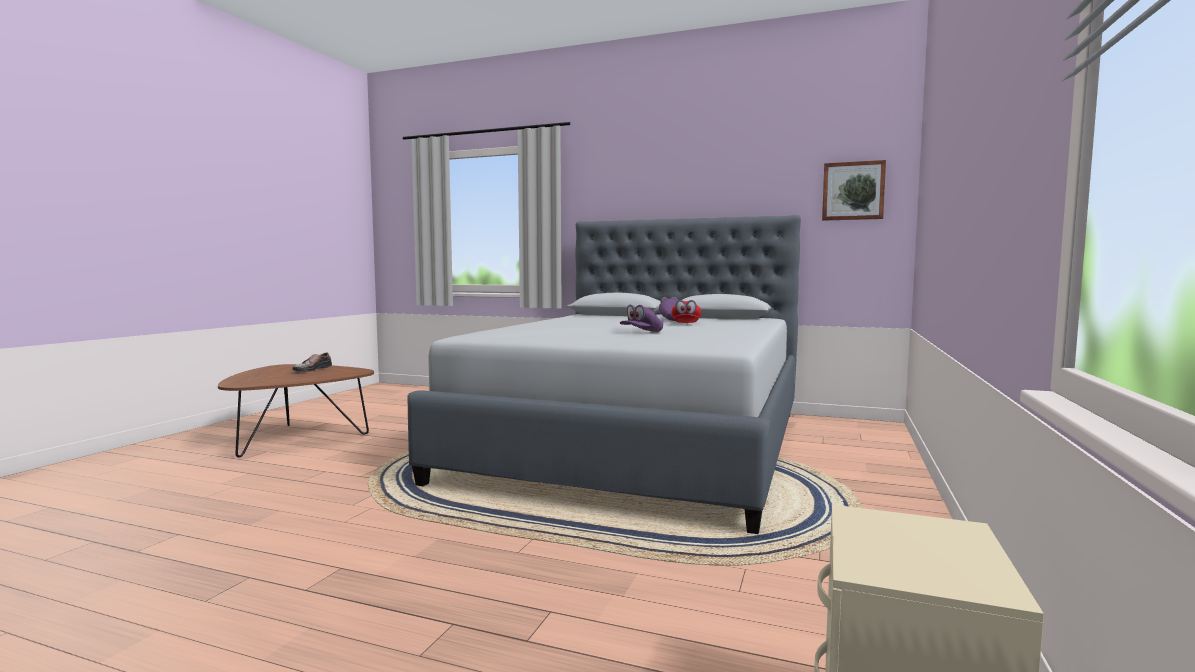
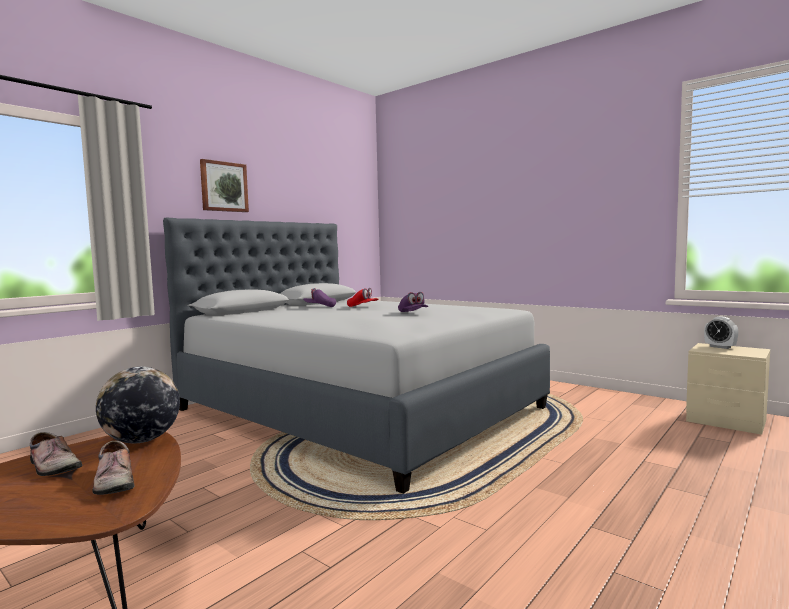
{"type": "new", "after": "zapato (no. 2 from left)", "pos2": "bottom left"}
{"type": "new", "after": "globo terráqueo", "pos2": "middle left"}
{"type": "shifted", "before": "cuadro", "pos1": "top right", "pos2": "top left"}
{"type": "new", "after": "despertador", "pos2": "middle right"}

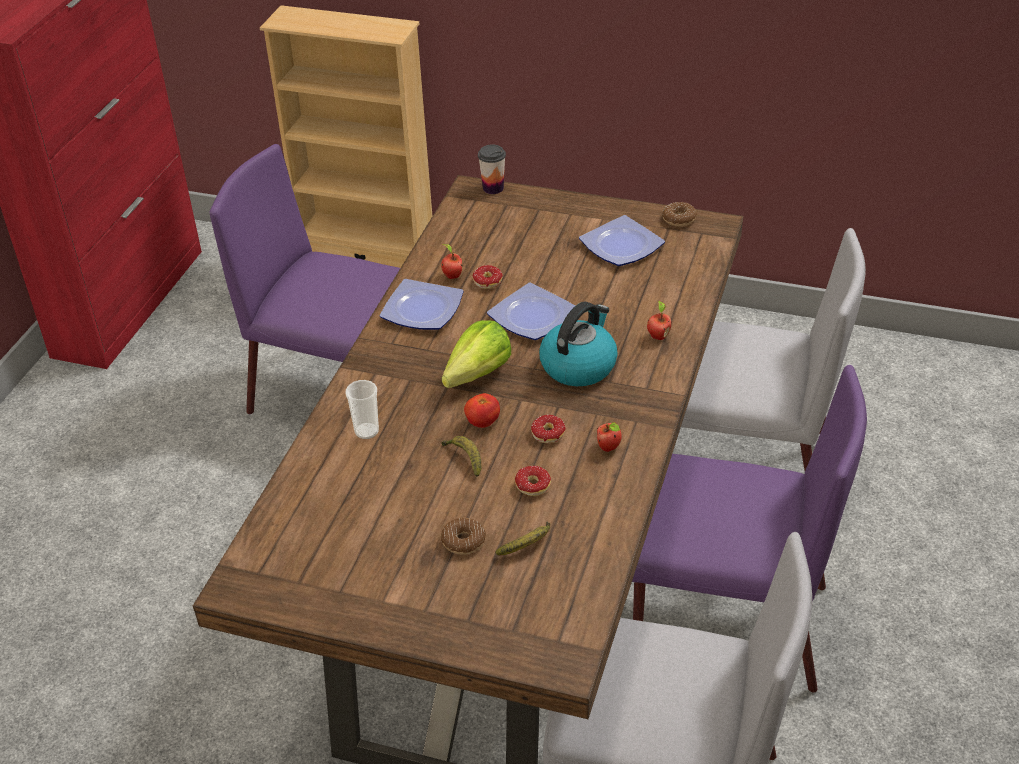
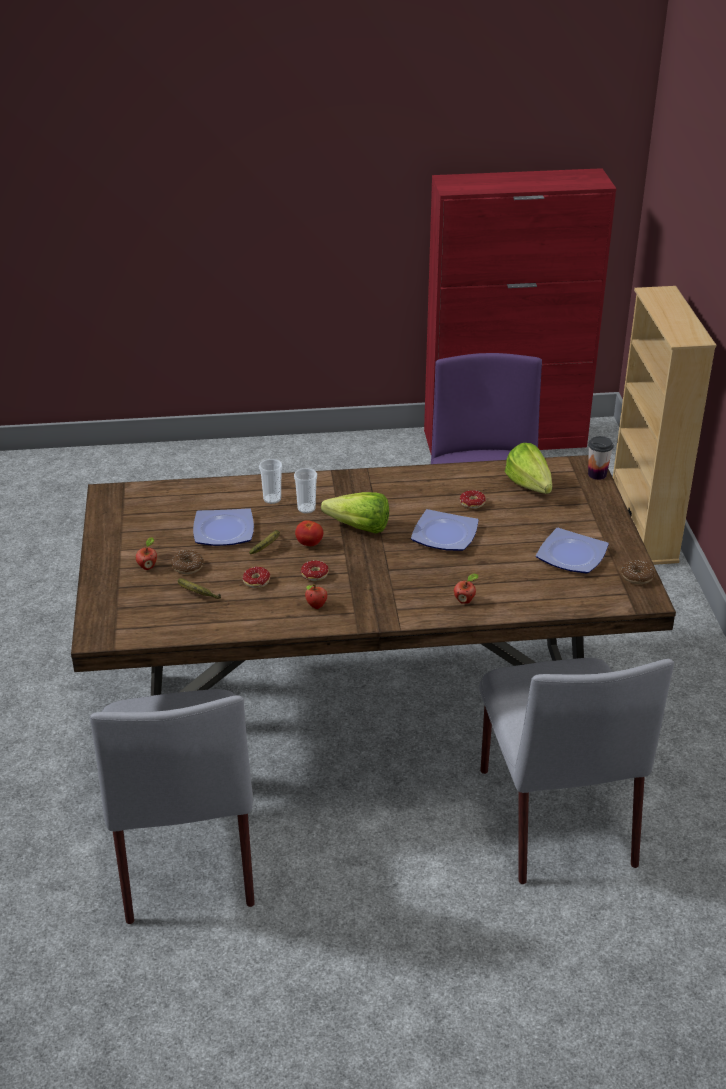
{"type": "shifted", "before": "manzana (no. 1 from left)", "pos1": "centre", "pos2": "middle left"}
{"type": "shifted", "before": "plato (no. 1 from left)", "pos1": "centre", "pos2": "middle left"}
{"type": "new", "after": "taza (no. 2 from left)", "pos2": "centre"}
{"type": "new", "after": "lechuga (no. 2 from left)", "pos2": "middle right"}
{"type": "gone", "before": "hervidor", "pos1": "centre"}
{"type": "gone", "before": "silla/morado (no. 2 from left)", "pos1": "bottom right"}

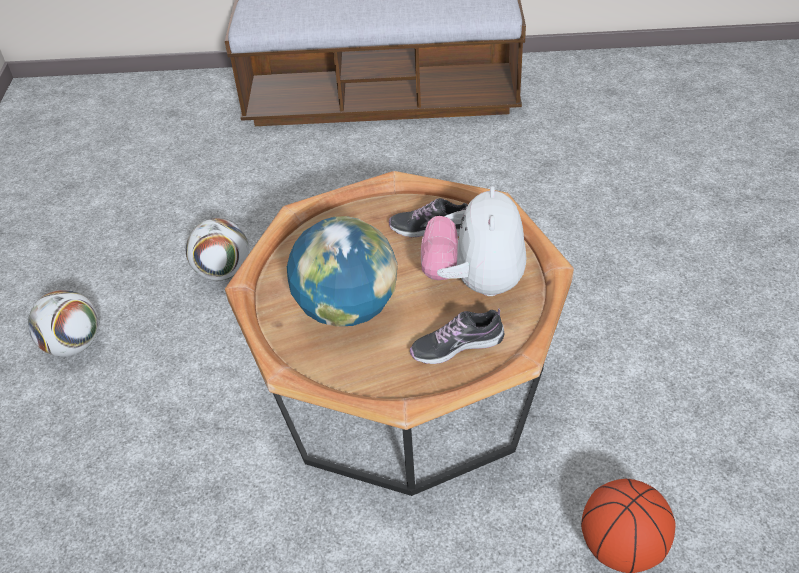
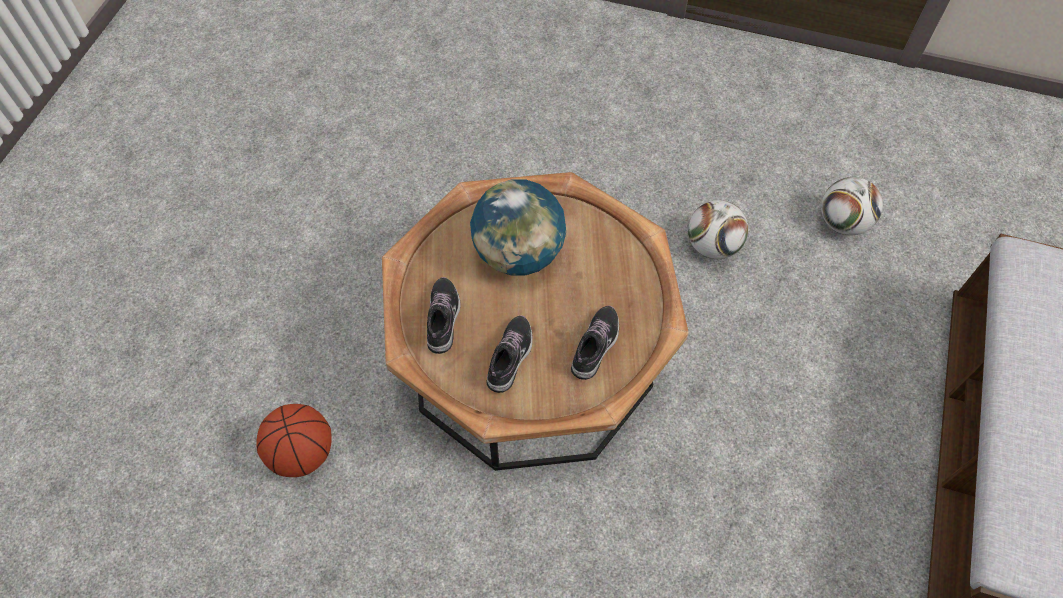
{"type": "swapped", "before": "peluche", "after": "zapato (no. 2 from left)", "pos1": "centre", "pos2": "centre"}
{"type": "shifted", "before": "balón de fútbol (no. 1 from left in the first image)", "after": "balón de fútbol (no. 2 from left)", "pos1": "middle left", "pos2": "middle right"}

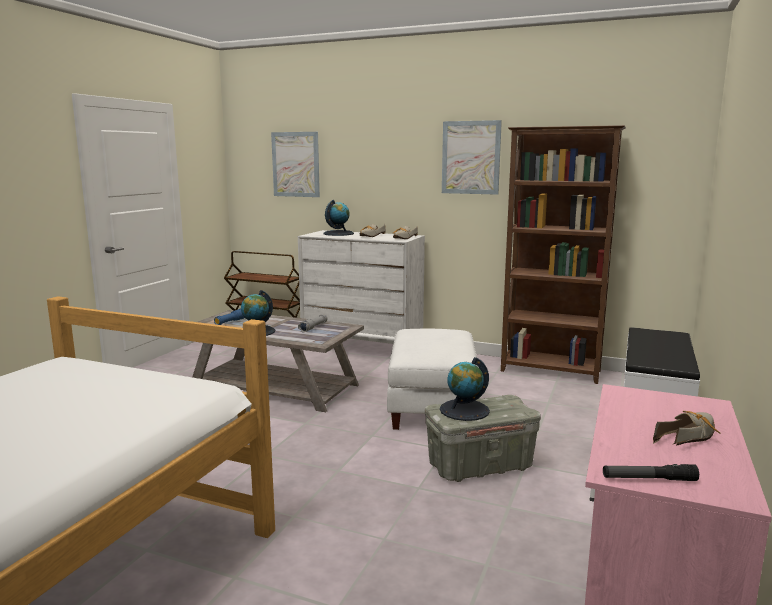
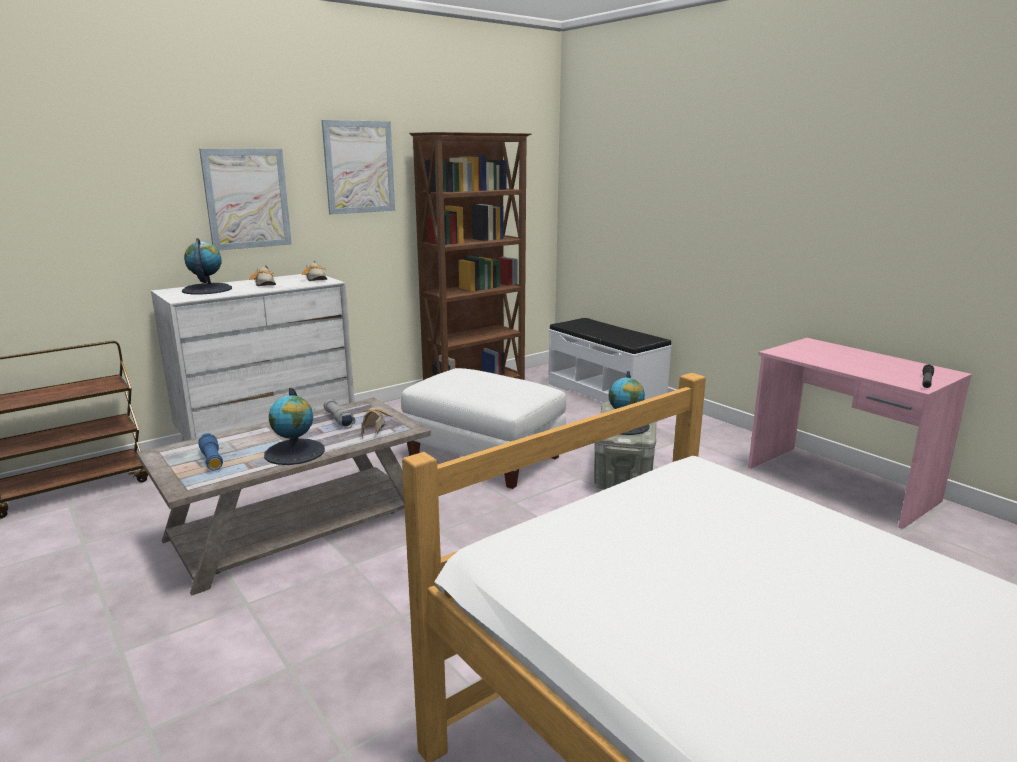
{"type": "shifted", "before": "cuadro (no. 1 from left)", "pos1": "top centre", "pos2": "top left"}
{"type": "shifted", "before": "zapato (no. 3 from left)", "pos1": "bottom right", "pos2": "centre"}

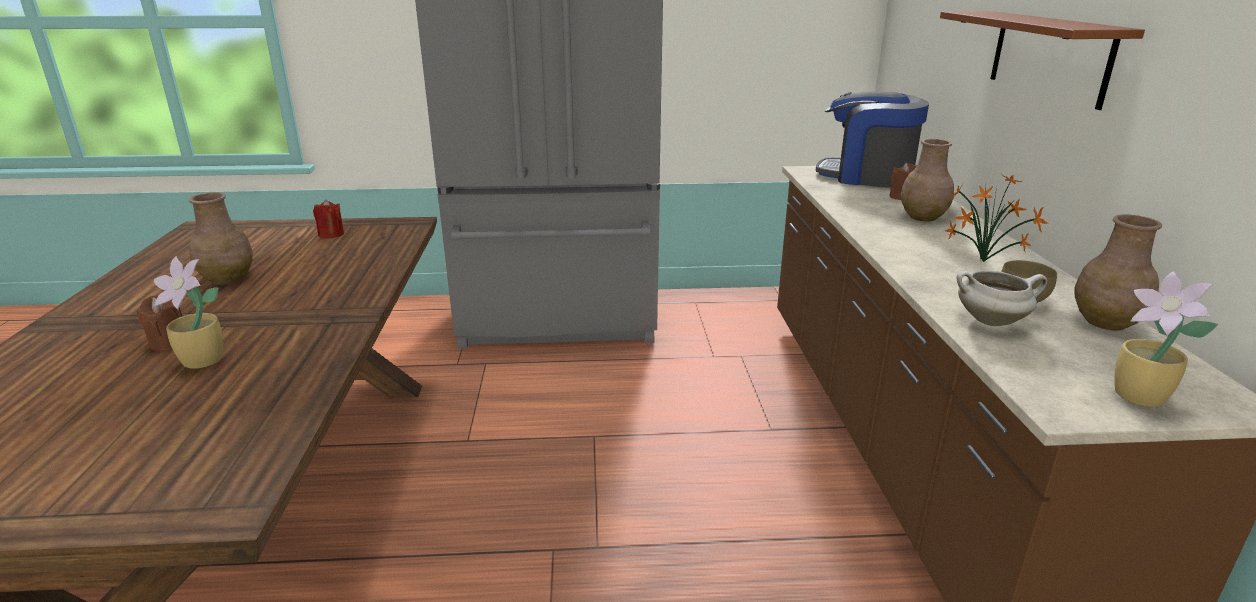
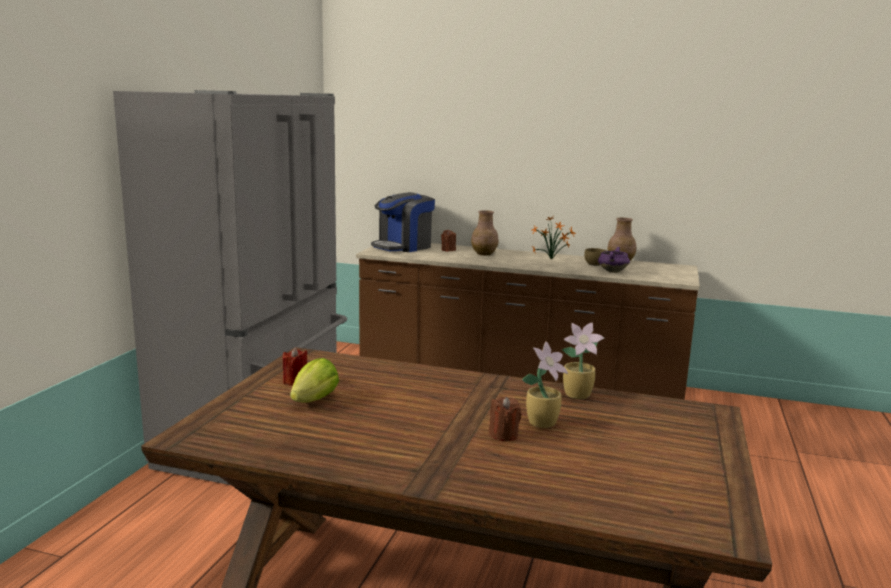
{"type": "new", "after": "lechuga", "pos2": "centre"}
{"type": "shifted", "before": "planta en maceta (no. 3 from left)", "pos1": "middle right", "pos2": "centre"}
{"type": "repainted", "before": "olla/blanco", "after": "olla/morado", "pos1": "middle right", "pos2": "middle right"}
{"type": "gone", "before": "florero/marrón (no. 1 from left)", "pos1": "middle left"}
{"type": "gone", "before": "estante/marrón", "pos1": "top right"}

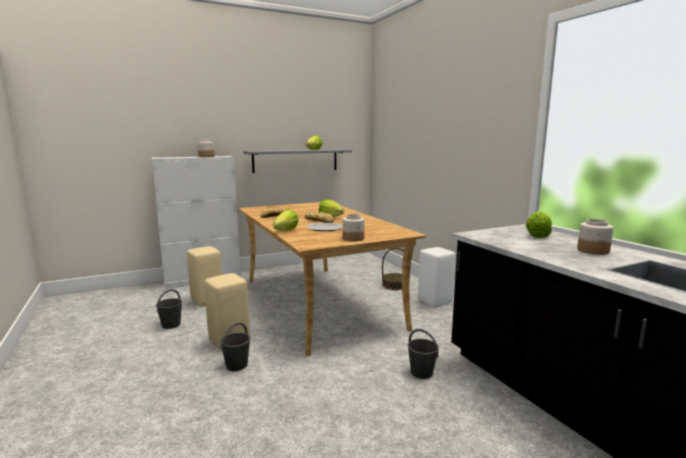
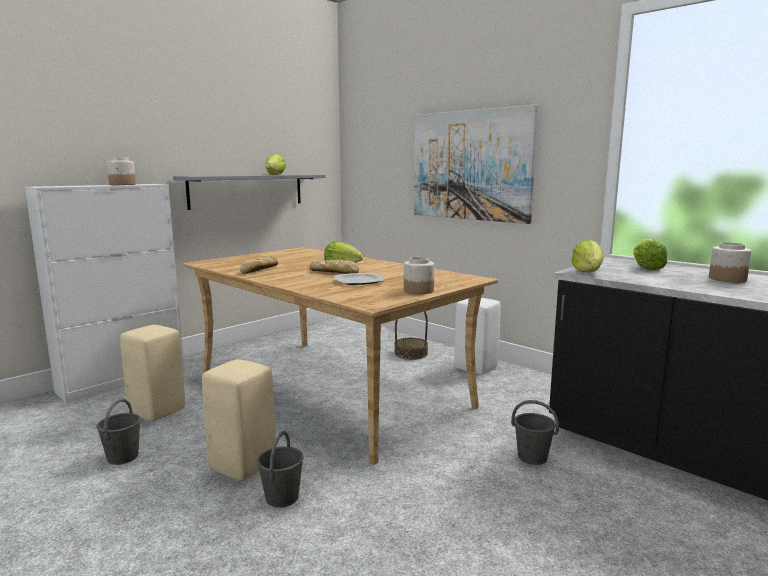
{"type": "new", "after": "cuadro", "pos2": "top centre"}
{"type": "shifted", "before": "lechuga (no. 1 from left in the first image)", "after": "lechuga (no. 3 from left)", "pos1": "centre", "pos2": "middle right"}

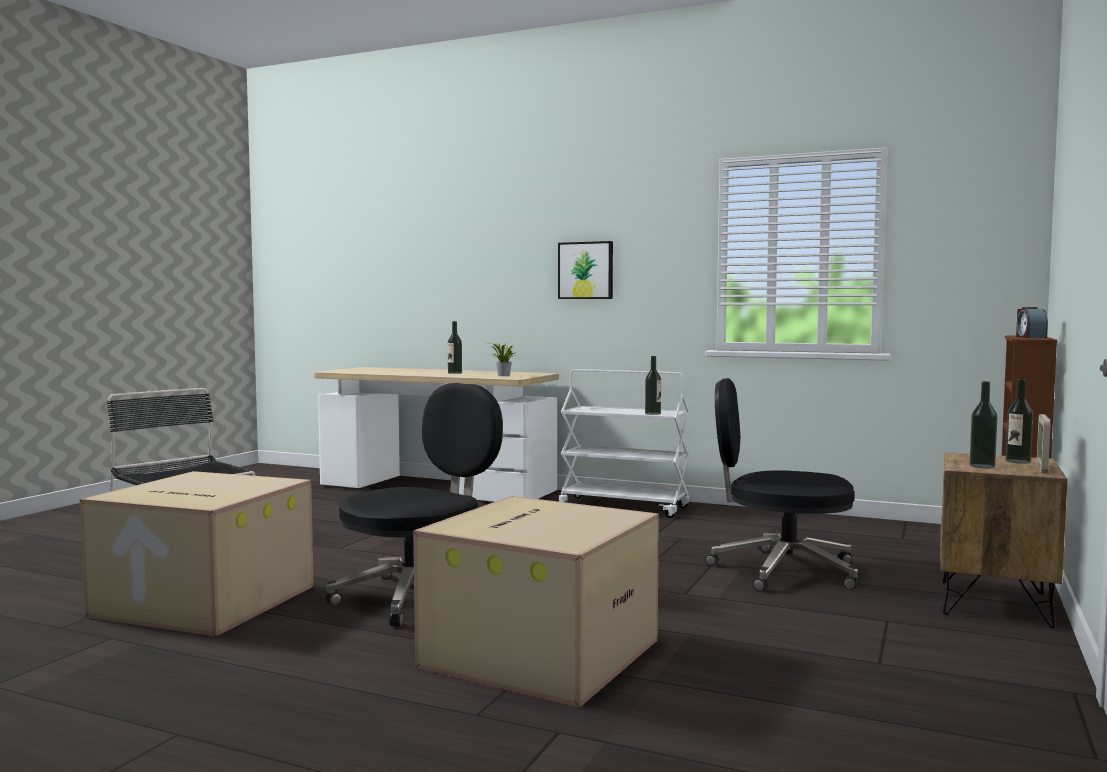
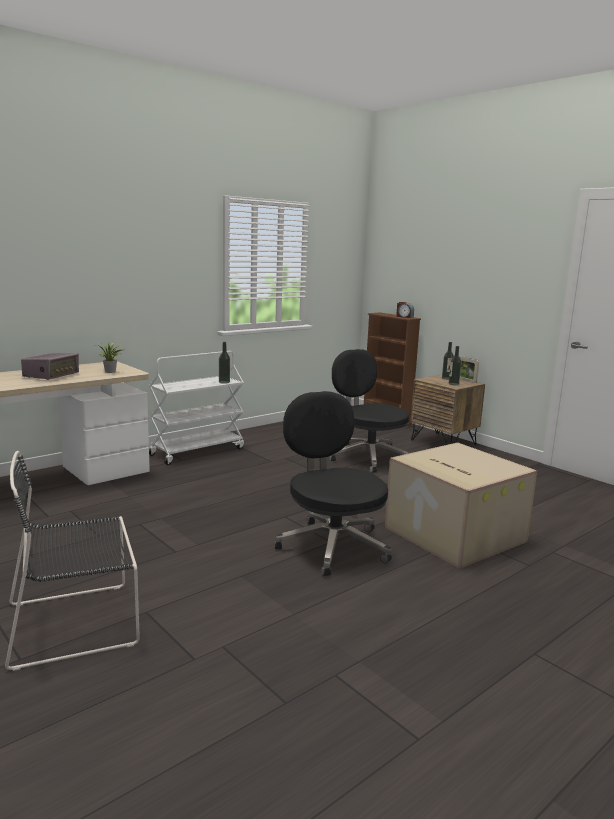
{"type": "swapped", "before": "botella (no. 1 from left)", "after": "radio", "pos1": "centre", "pos2": "middle left"}
{"type": "rotated", "before": "silla de oficina/negro (no. 2 from left)", "pos1": "middle right", "pos2": "centre", "turn": 105}
{"type": "gone", "before": "caja de cartón (no. 1 from left)", "pos1": "bottom left"}
{"type": "gone", "before": "cuadro", "pos1": "centre"}

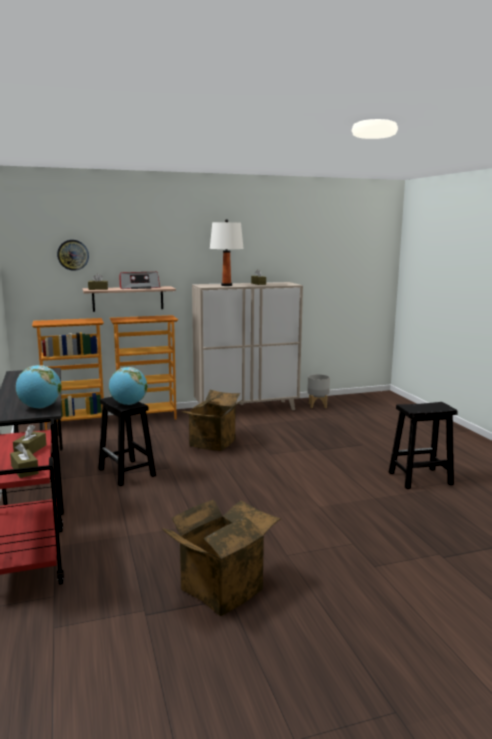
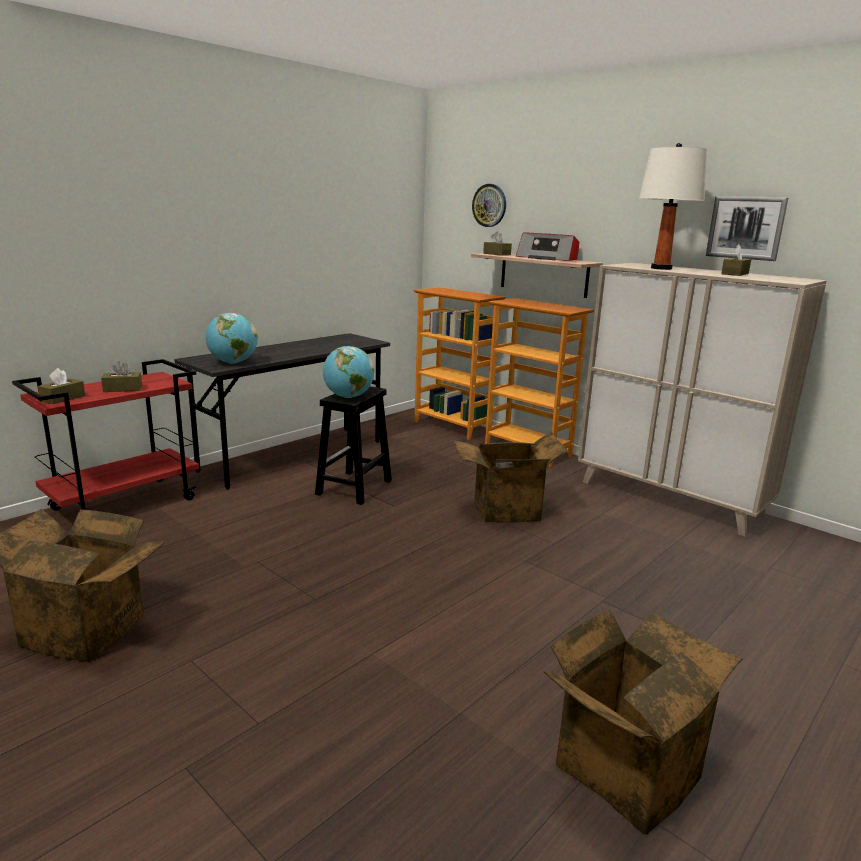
{"type": "swapped", "before": "taburete/negro (no. 2 from left)", "after": "caja de cartón (no. 3 from left)", "pos1": "middle right", "pos2": "bottom right"}
{"type": "new", "after": "cuadro", "pos2": "top right"}
{"type": "gone", "before": "maceta/gris", "pos1": "centre"}

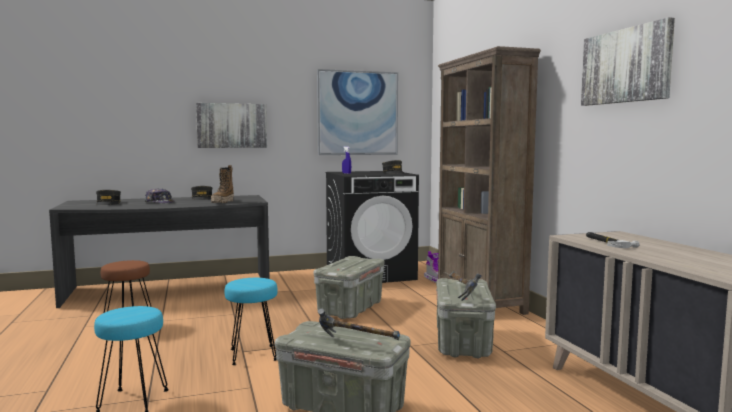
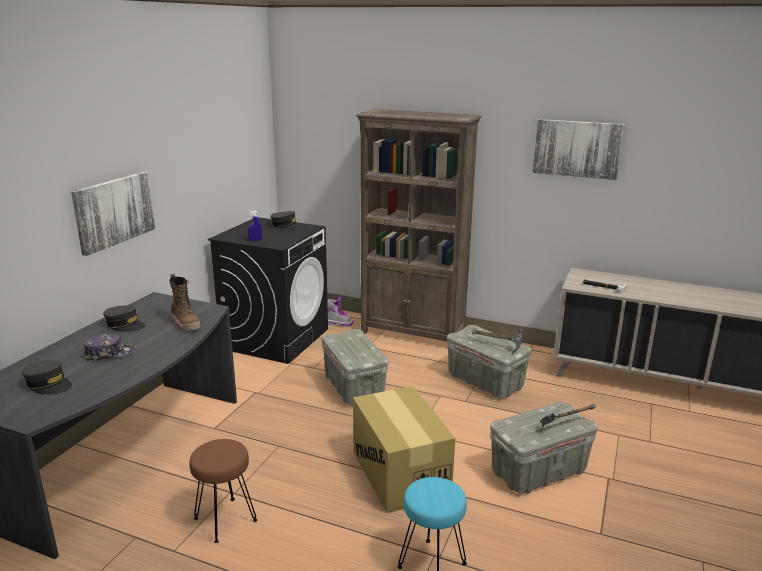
{"type": "swapped", "before": "taburete/turquesa (no. 2 from left)", "after": "caja de cartón", "pos1": "bottom centre", "pos2": "bottom centre"}
{"type": "gone", "before": "cuadro (no. 2 from left)", "pos1": "top centre"}

